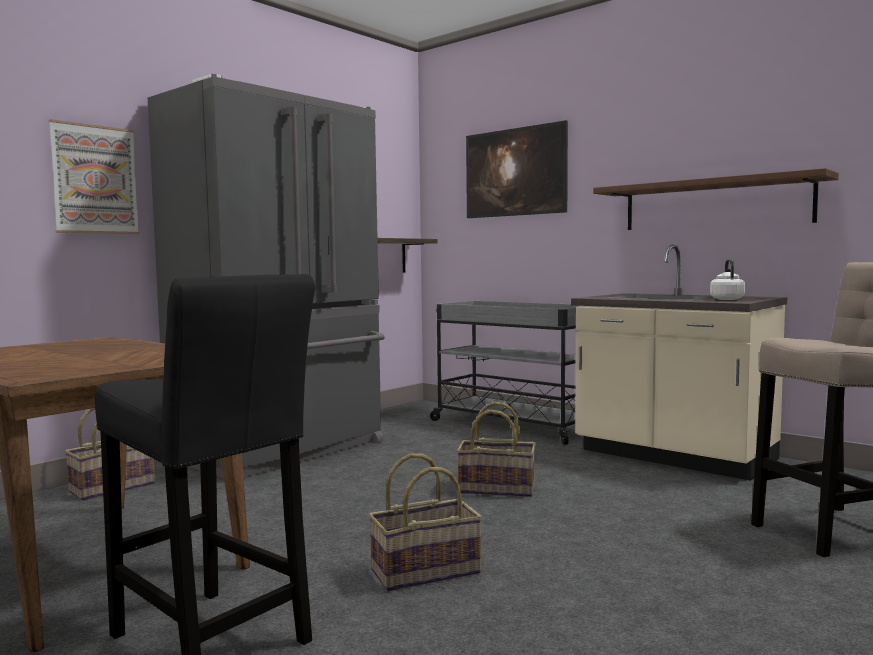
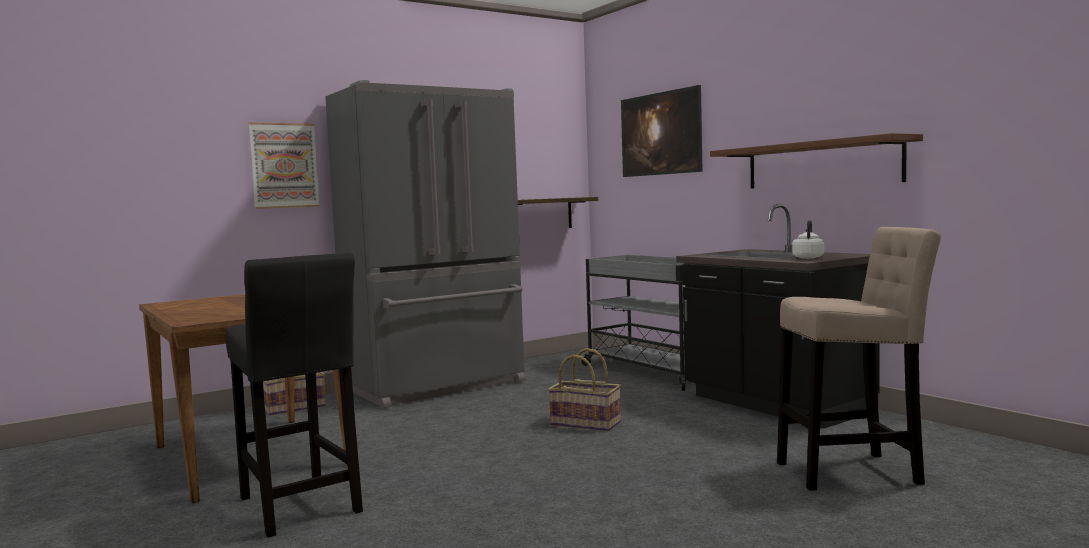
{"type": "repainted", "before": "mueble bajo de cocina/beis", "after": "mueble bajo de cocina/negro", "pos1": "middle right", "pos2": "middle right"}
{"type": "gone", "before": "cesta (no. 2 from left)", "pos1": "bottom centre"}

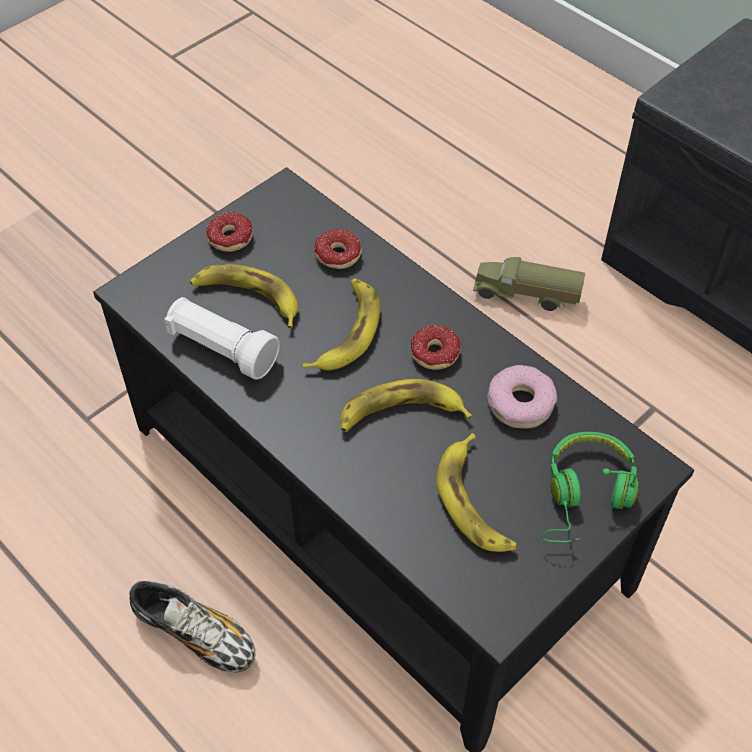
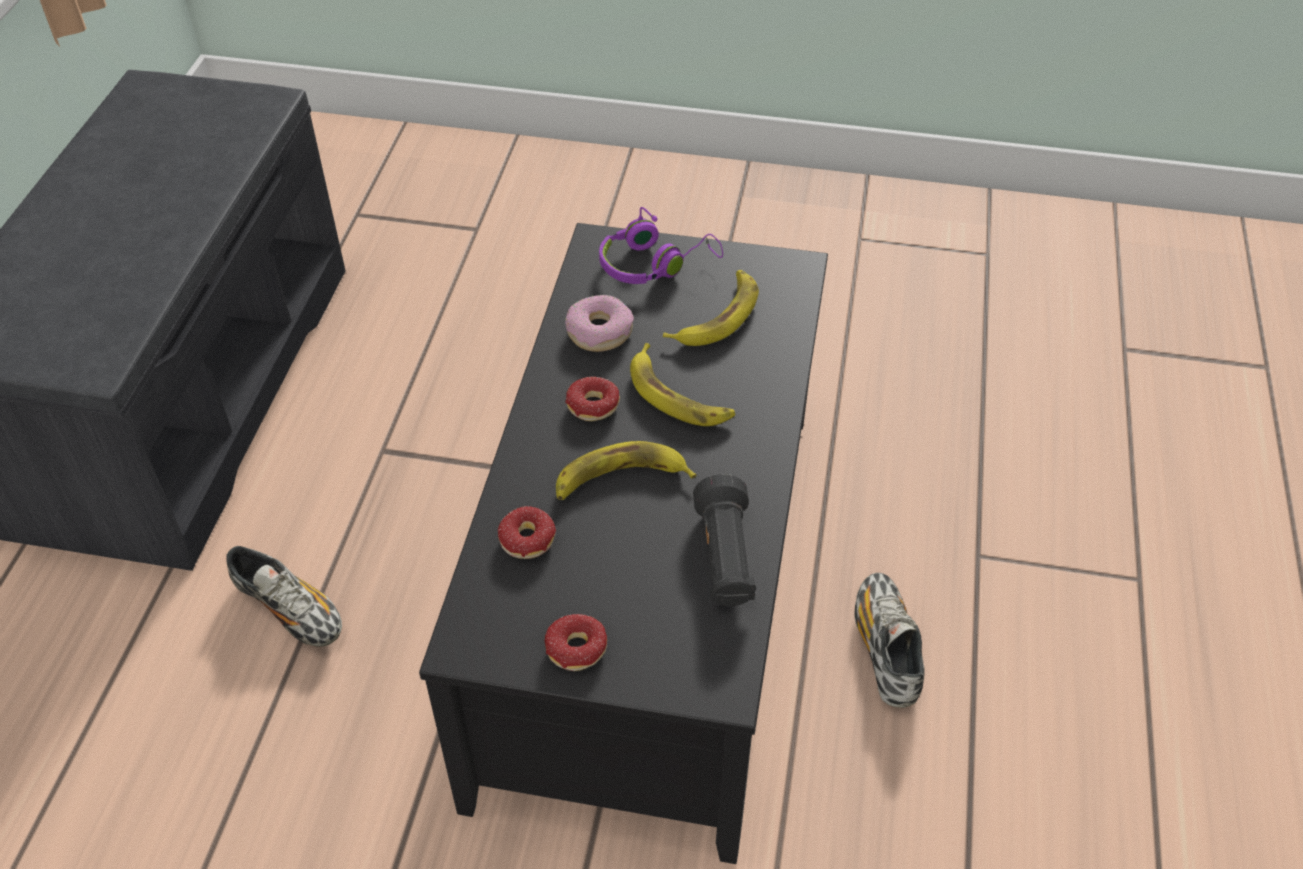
{"type": "swapped", "before": "camión de juguete", "after": "zapato (no. 1 from left)", "pos1": "middle right", "pos2": "bottom left"}
{"type": "repainted", "before": "auriculares/verde", "after": "auriculares/morado", "pos1": "middle right", "pos2": "top centre"}
{"type": "repainted", "before": "linterna/blanco", "after": "linterna/negro", "pos1": "middle left", "pos2": "centre"}
{"type": "gone", "before": "plátano (no. 1 from left)", "pos1": "middle left"}

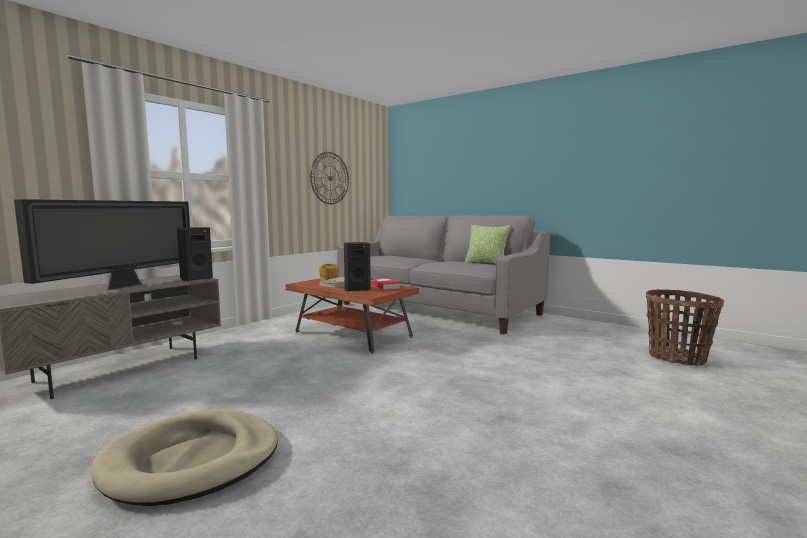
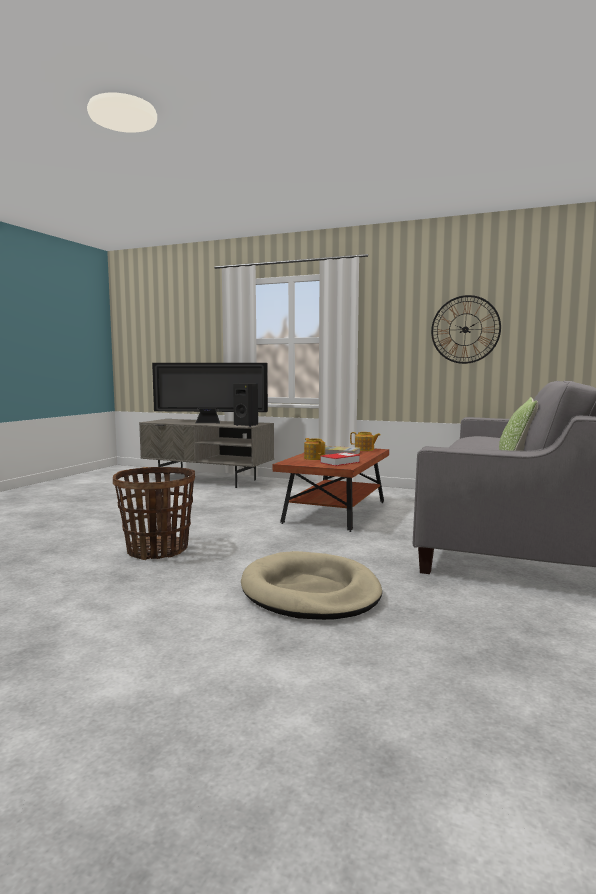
{"type": "shifted", "before": "cesta", "pos1": "middle right", "pos2": "middle left"}
{"type": "shifted", "before": "cama para perro/beis", "pos1": "bottom left", "pos2": "centre"}
{"type": "swapped", "before": "altavoz/negro (no. 2 from left)", "after": "tetera (no. 1 from left)", "pos1": "centre", "pos2": "centre"}

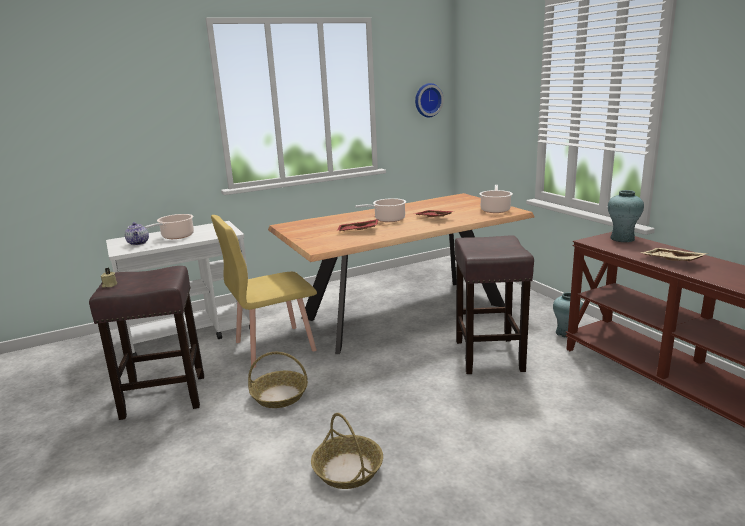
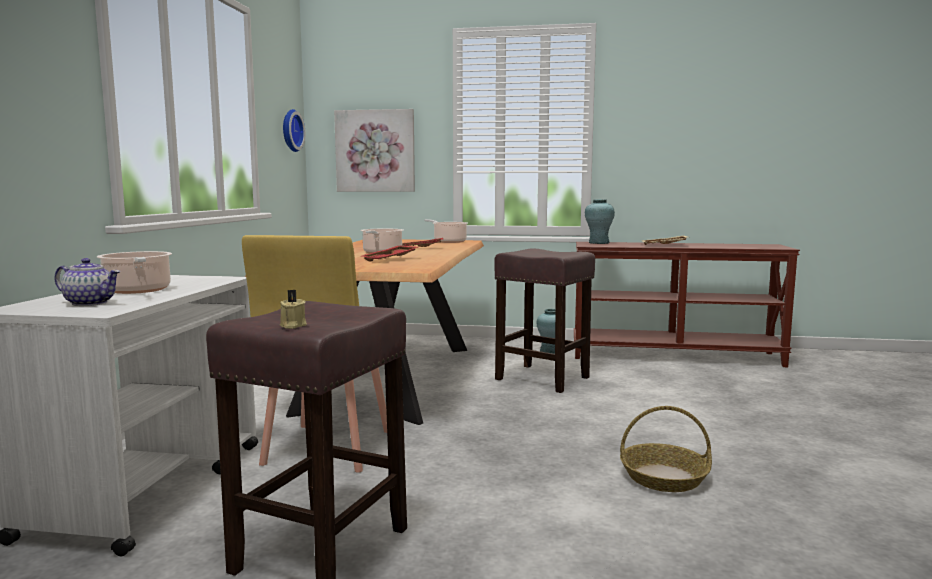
{"type": "new", "after": "cuadro", "pos2": "top centre"}
{"type": "gone", "before": "cesta (no. 1 from left)", "pos1": "bottom centre"}

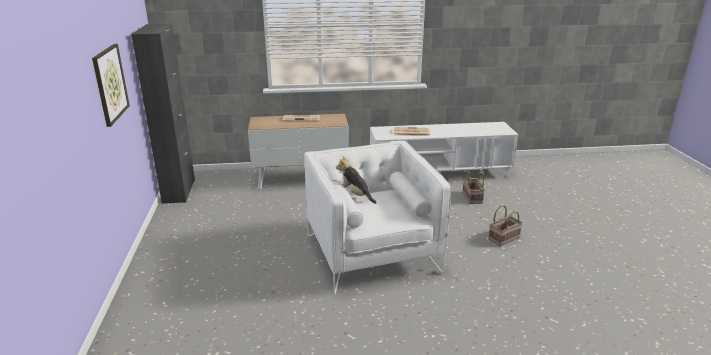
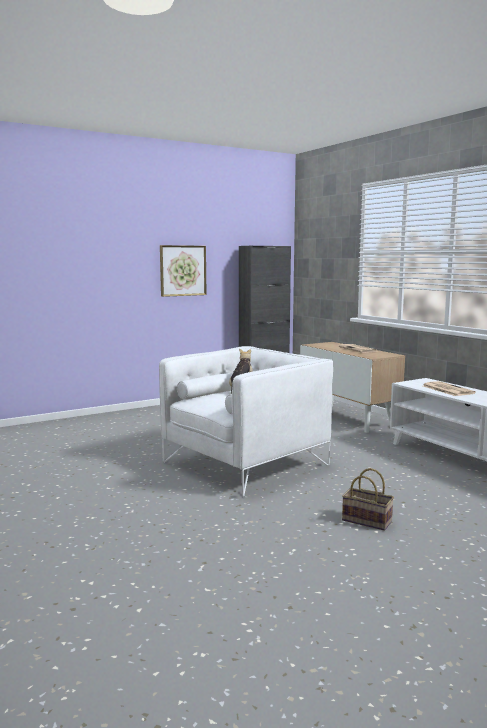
{"type": "gone", "before": "cesta (no. 1 from left)", "pos1": "middle right"}

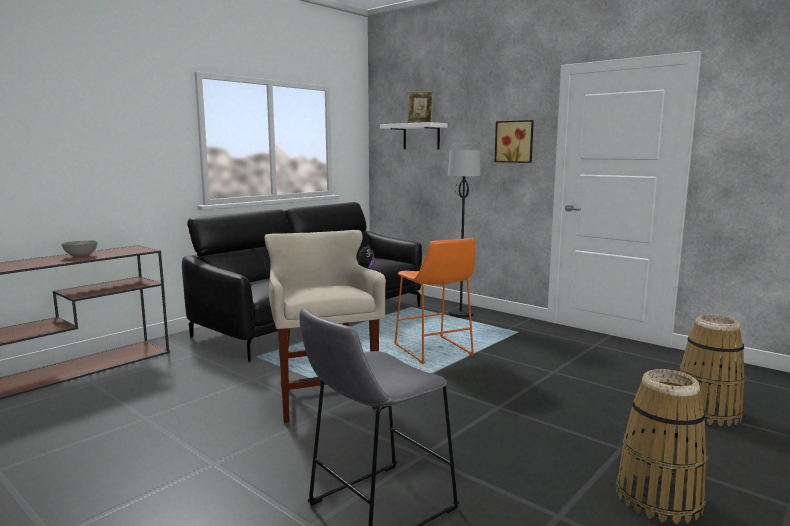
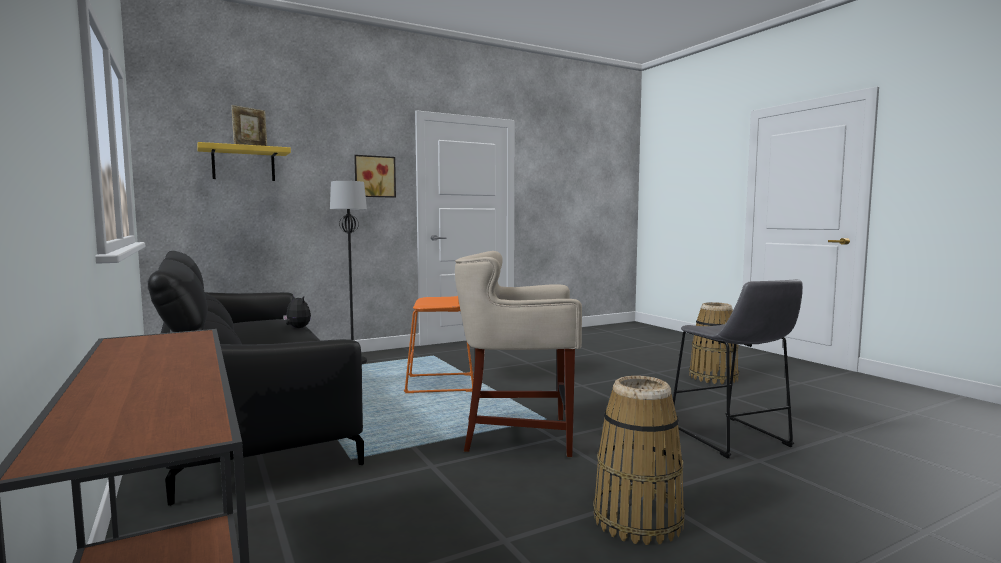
{"type": "repainted", "before": "estante/blanco", "after": "estante/amarillo", "pos1": "top centre", "pos2": "top left"}
{"type": "shifted", "before": "cesta (no. 2 from left in the first image)", "after": "cesta (no. 1 from left)", "pos1": "bottom right", "pos2": "bottom centre"}
{"type": "gone", "before": "cuenco/gris", "pos1": "middle left"}

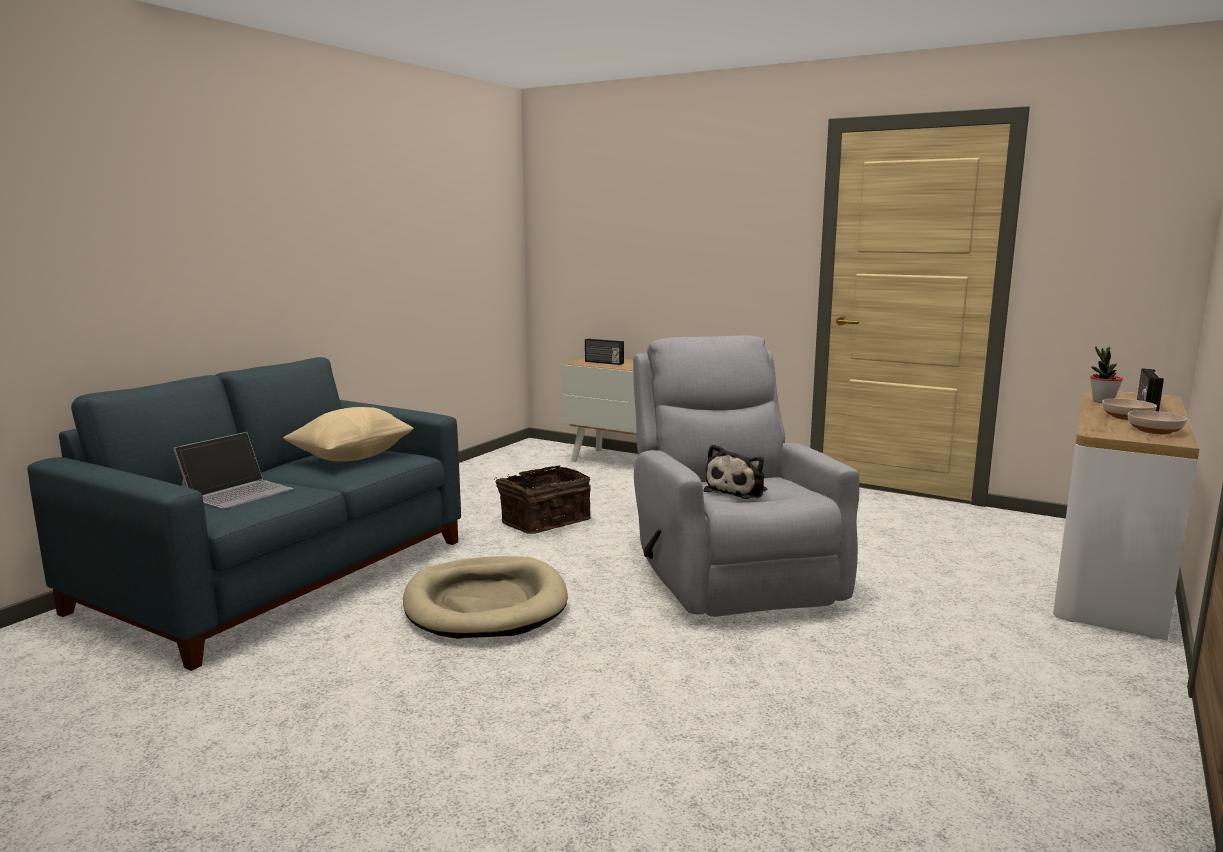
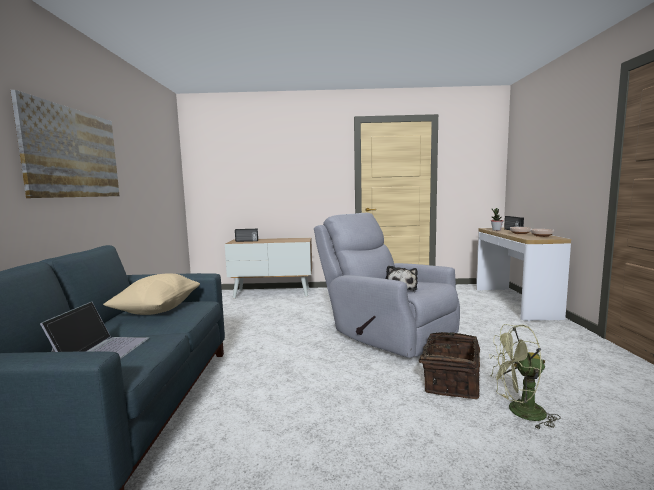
{"type": "new", "after": "cuadro", "pos2": "top left"}
{"type": "shifted", "before": "cesta", "pos1": "centre", "pos2": "bottom right"}
{"type": "new", "after": "ventilador/verde", "pos2": "bottom right"}
{"type": "gone", "before": "cama para perro/beis", "pos1": "bottom centre"}

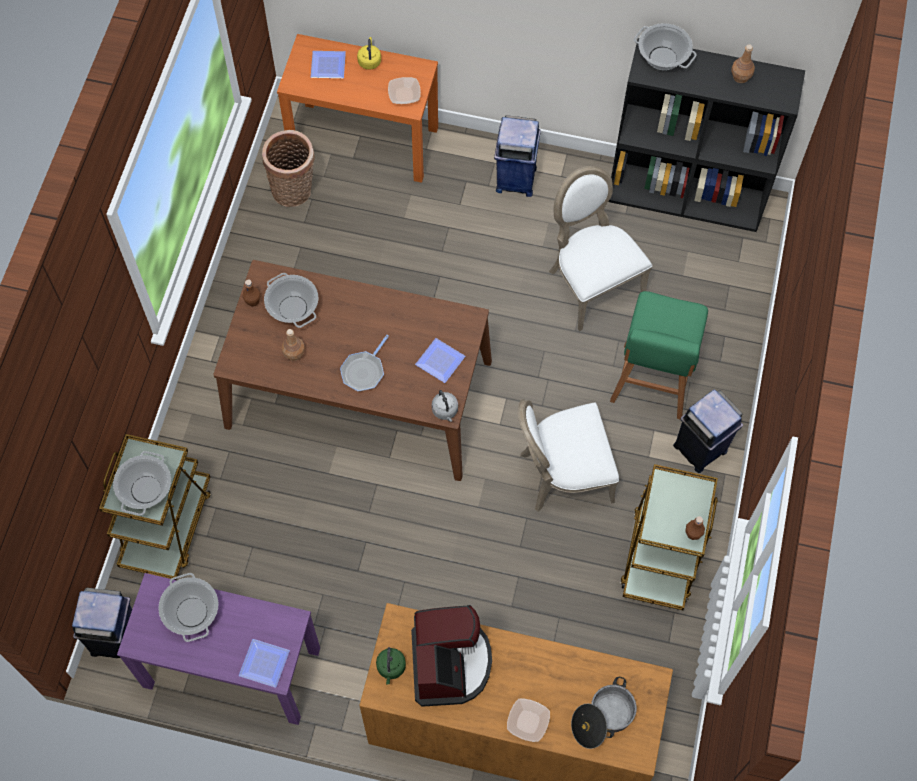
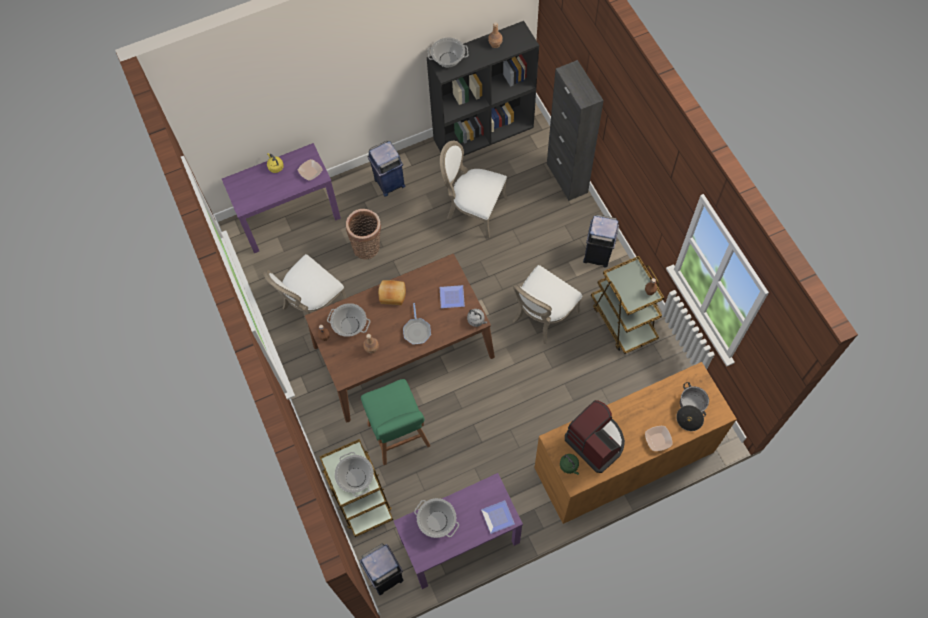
{"type": "repainted", "before": "mesa consola/naranja", "after": "mesa consola/morado (no. 1 from left)", "pos1": "top centre", "pos2": "top left"}
{"type": "new", "after": "silla/blanco (no. 1 from left)", "pos2": "middle left"}
{"type": "shifted", "before": "cesta", "pos1": "top left", "pos2": "centre"}
{"type": "shifted", "before": "taburete/verde", "pos1": "middle right", "pos2": "bottom centre"}
{"type": "new", "after": "pan", "pos2": "centre"}
{"type": "new", "after": "armario/negro", "pos2": "top centre"}
{"type": "gone", "before": "plato (no. 2 from left)", "pos1": "top centre"}

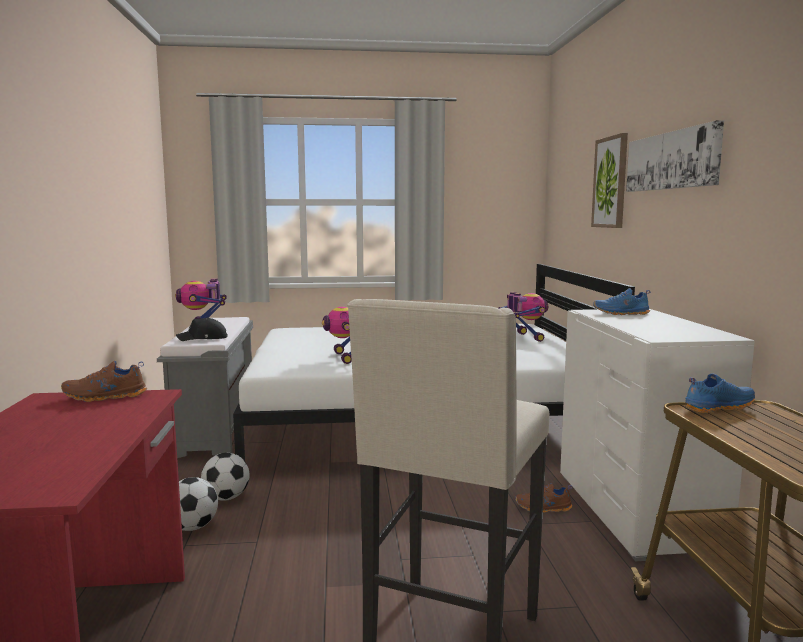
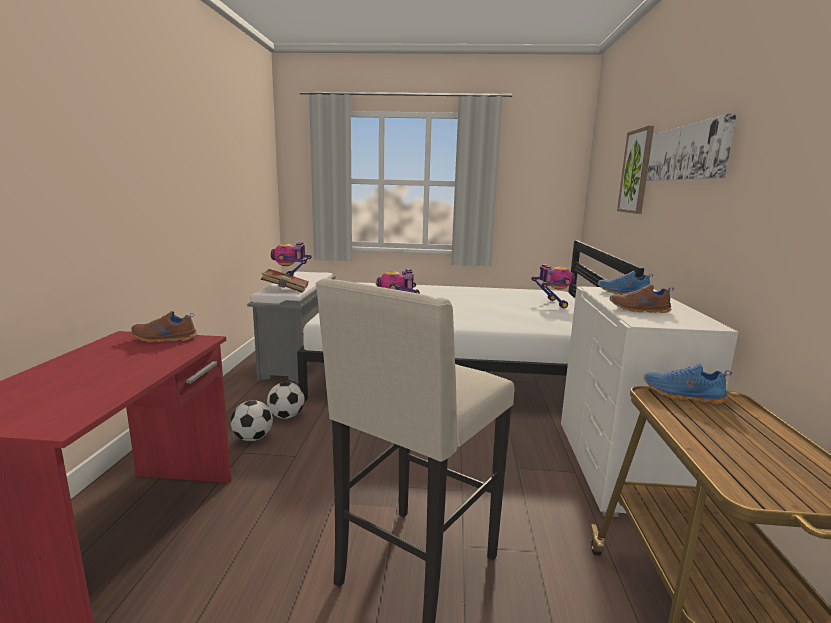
{"type": "swapped", "before": "gorra/negro", "after": "libro/marrón", "pos1": "middle left", "pos2": "centre"}
{"type": "shifted", "before": "zapato/marrón (no. 2 from left)", "pos1": "bottom right", "pos2": "middle right"}
{"type": "rotated", "before": "zapato/azul (no. 2 from left)", "pos1": "middle right", "pos2": "middle right", "turn": -150}

